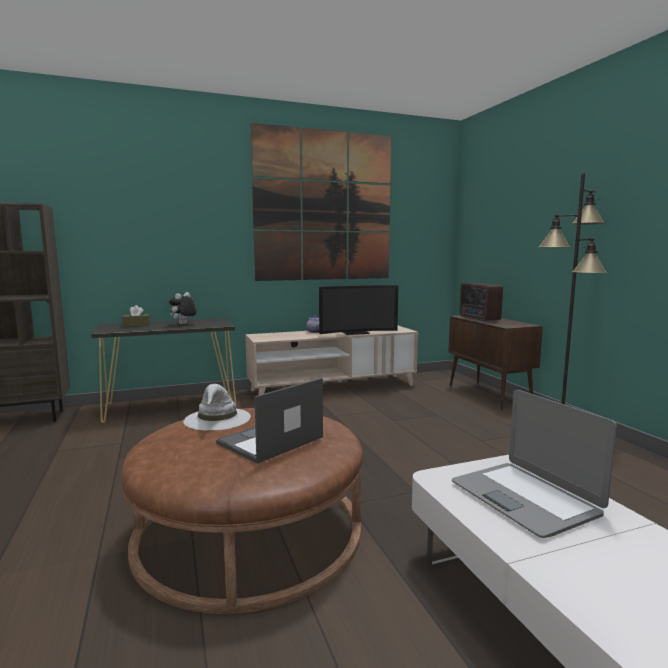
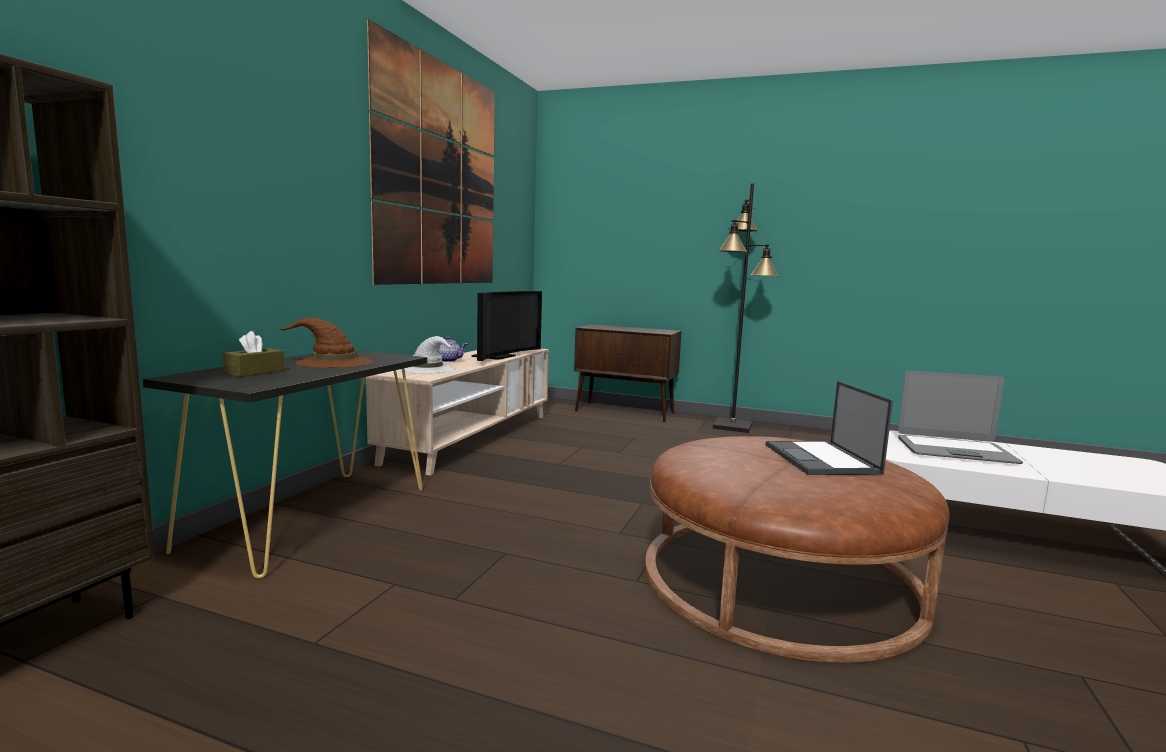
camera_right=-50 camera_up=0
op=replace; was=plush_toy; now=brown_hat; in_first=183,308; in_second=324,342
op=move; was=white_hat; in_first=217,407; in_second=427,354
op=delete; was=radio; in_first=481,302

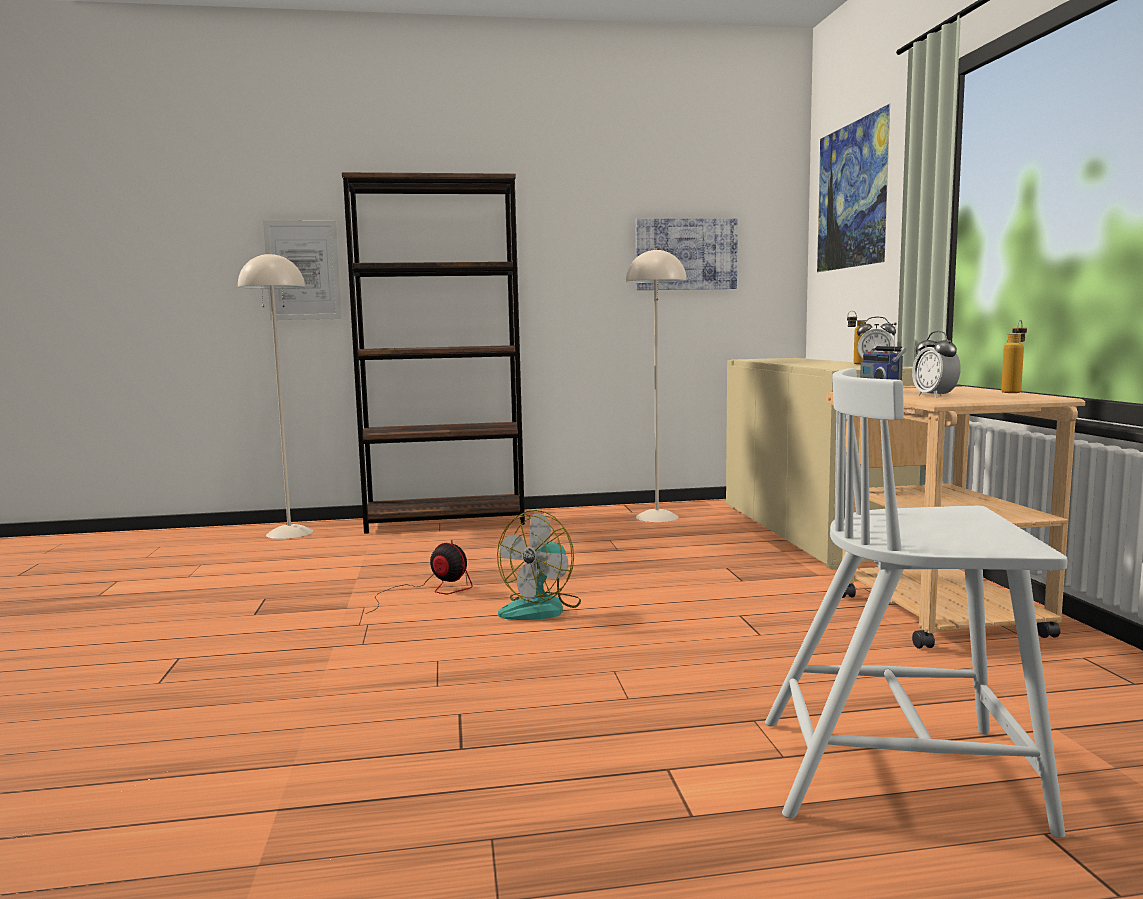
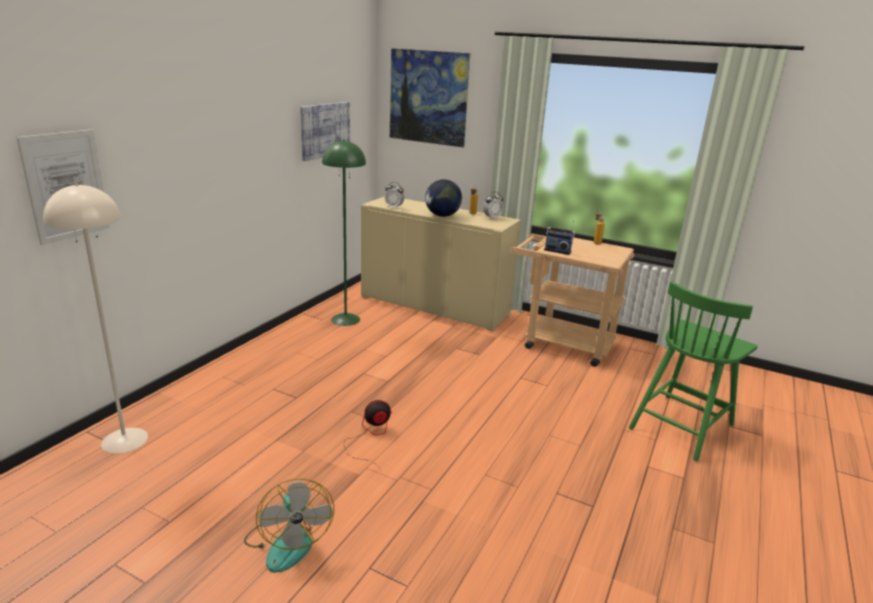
camera_right=-55 camera_up=15
op=move; was=fan; in_first=539,565; in_second=289,526
op=recolor; was=beige_floor_lamp; now=green_floor_lamp; in_first=656,385; in_second=344,233
op=move; was=alarm_clock; in_first=936,364; in_second=394,195
op=insert; now=globe; in_second=443,198
op=recolor; was=white_chair; now=green_chair; in_first=916,603; in_second=693,371
op=delete; was=brown_bookcase; in_first=433,353

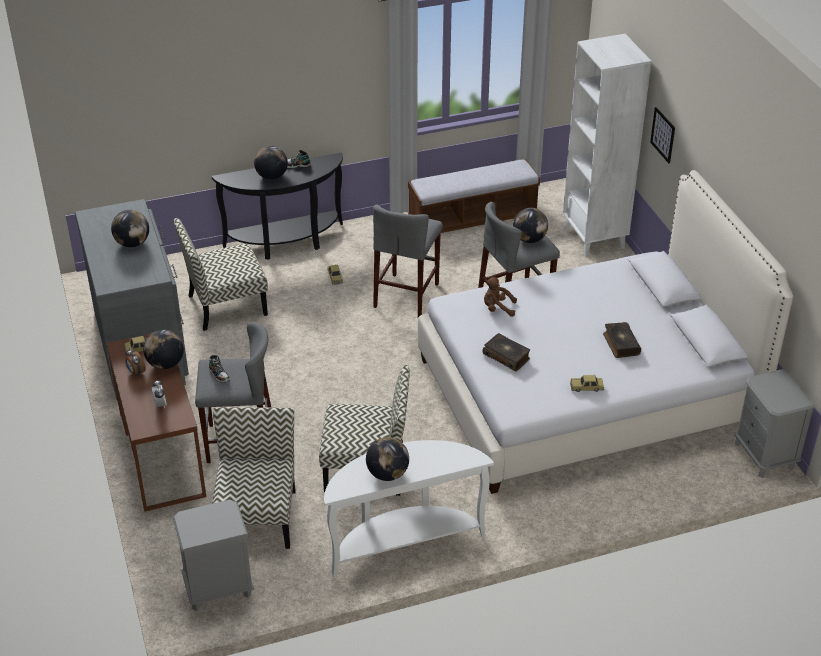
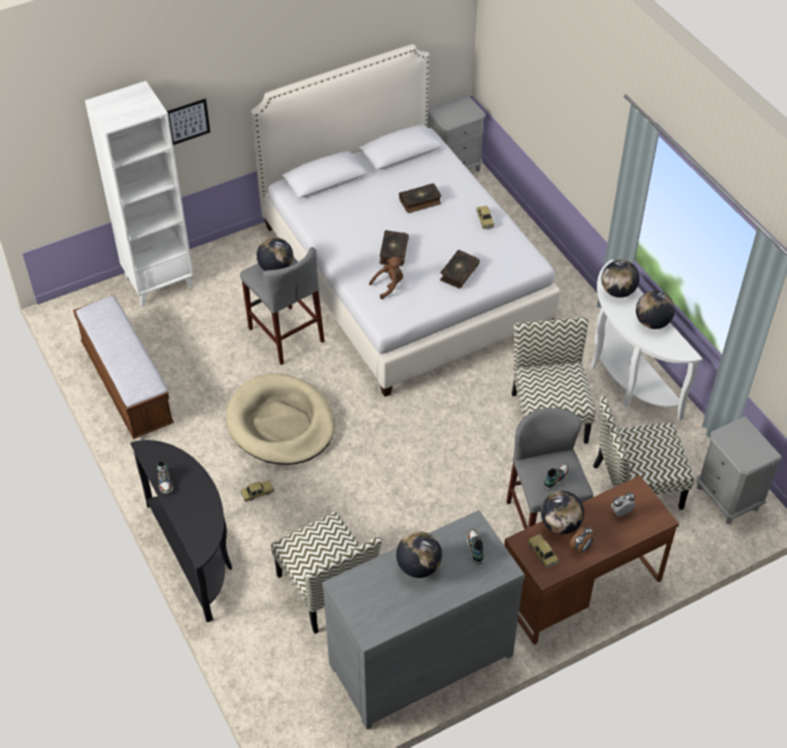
camera_right=-100 camera_up=10
op=replace; was=grey_stool; now=beige_dog_bed; in_first=408,261; in_second=280,419
op=rotate; was=brown_plush_toy; in_first=500,297; in_second=386,278; clockwise=-120
op=insert; now=book; in_second=394,248
op=insert; now=shoe; in_second=475,546
op=move; was=globe; in_first=271,163; in_second=620,279

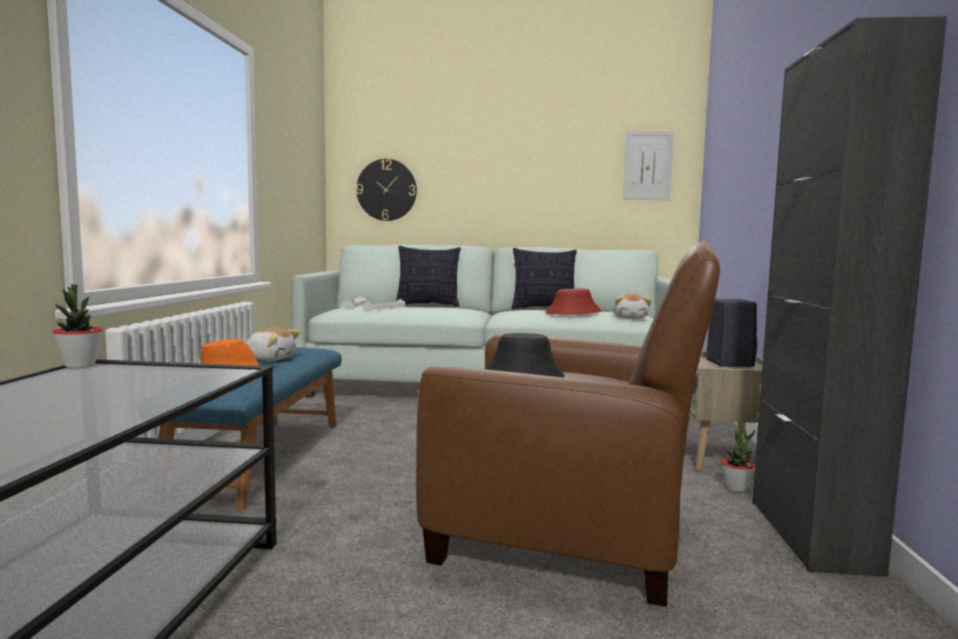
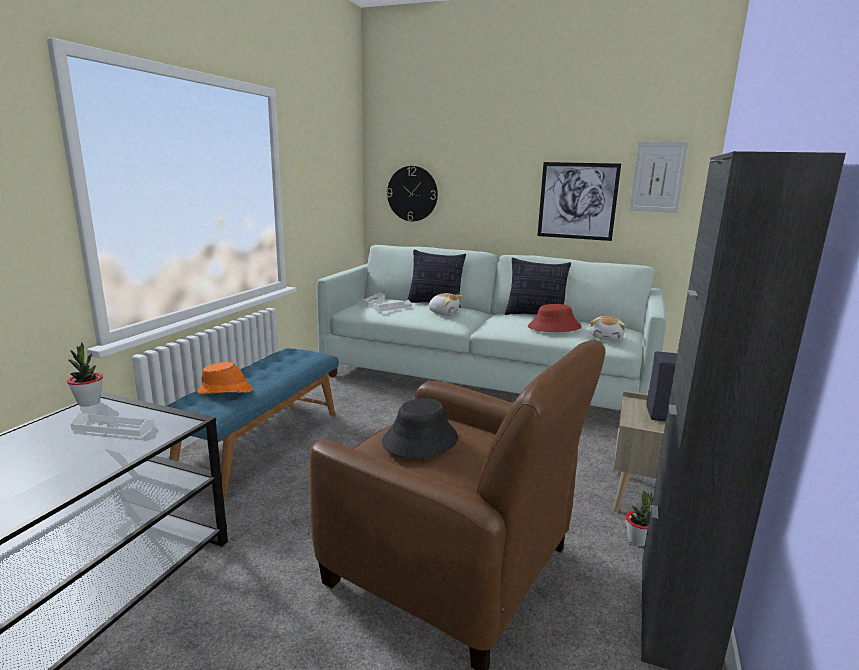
camera_right=15 camera_up=10
op=insert; now=white_tray; in_second=112,425
op=move; was=plush_toy; in_first=273,344; in_second=445,304
op=insert; now=picture; in_second=579,201

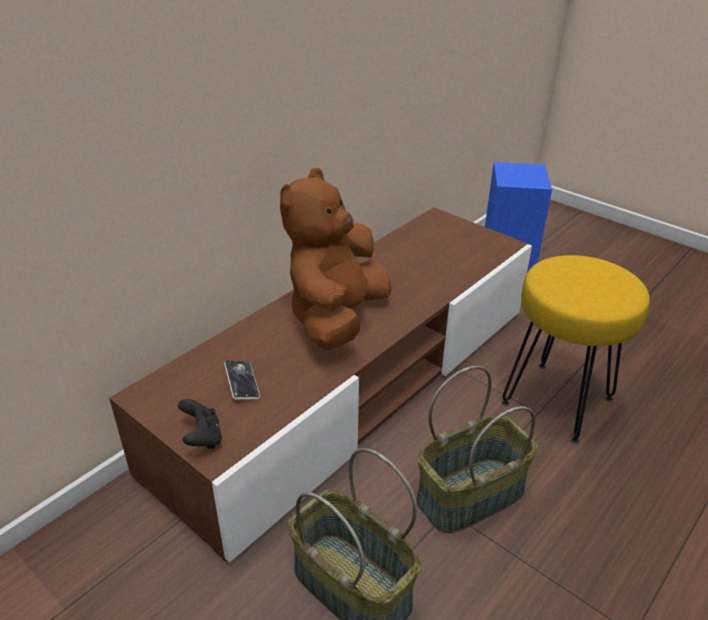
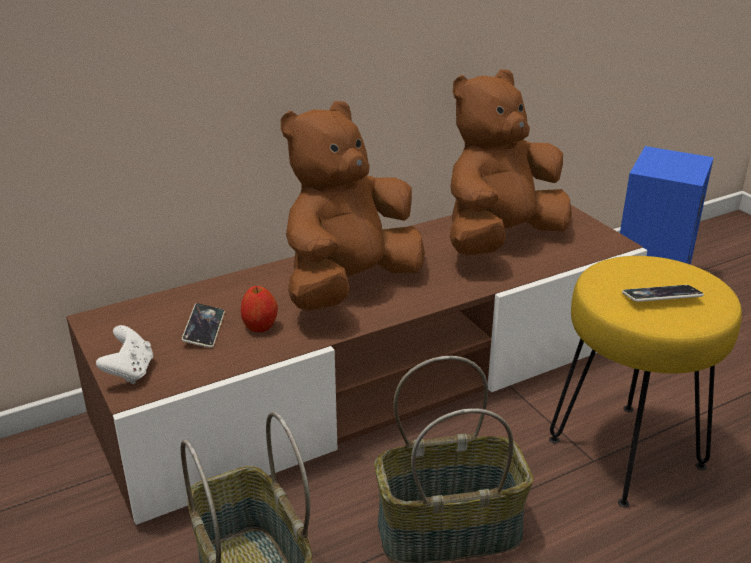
camera_right=20 camera_up=-5
op=recolor; was=black_game_controller; now=white_game_controller; in_first=200,424; in_second=124,354
op=insert; now=apple; in_second=259,309
op=insert; now=brown_plush_toy; in_second=511,162
op=insert; now=phone; in_second=663,293

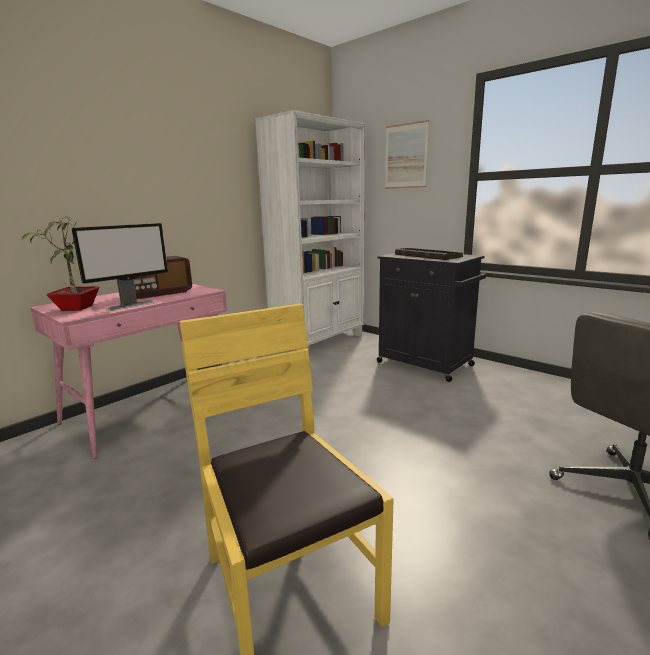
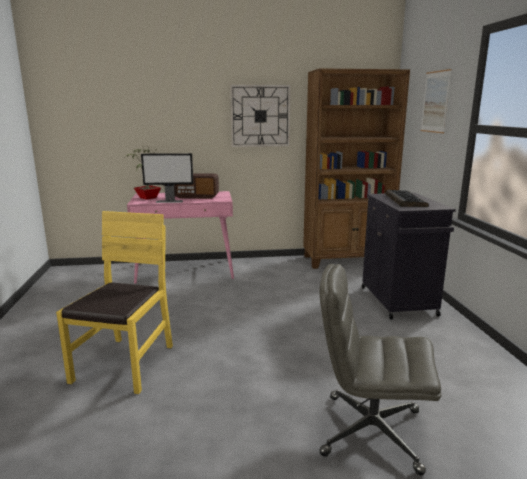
camera_right=40 camera_up=0
op=insert; now=wall_clock; in_second=260,116
op=recolor; was=white_bookcase; now=brown_bookcase; in_first=310,230; in_second=356,168

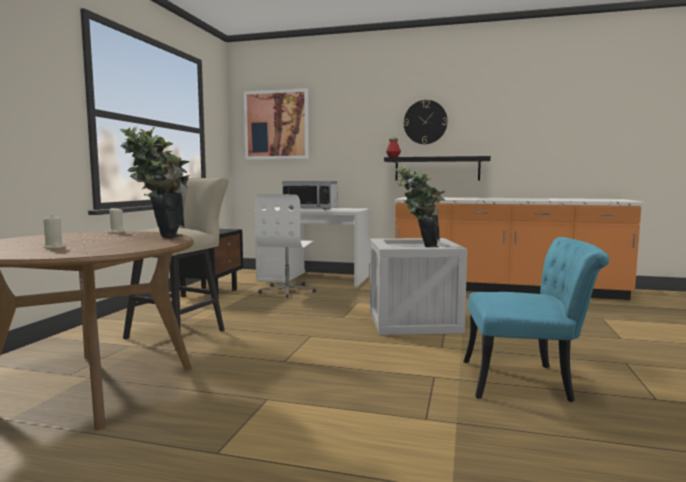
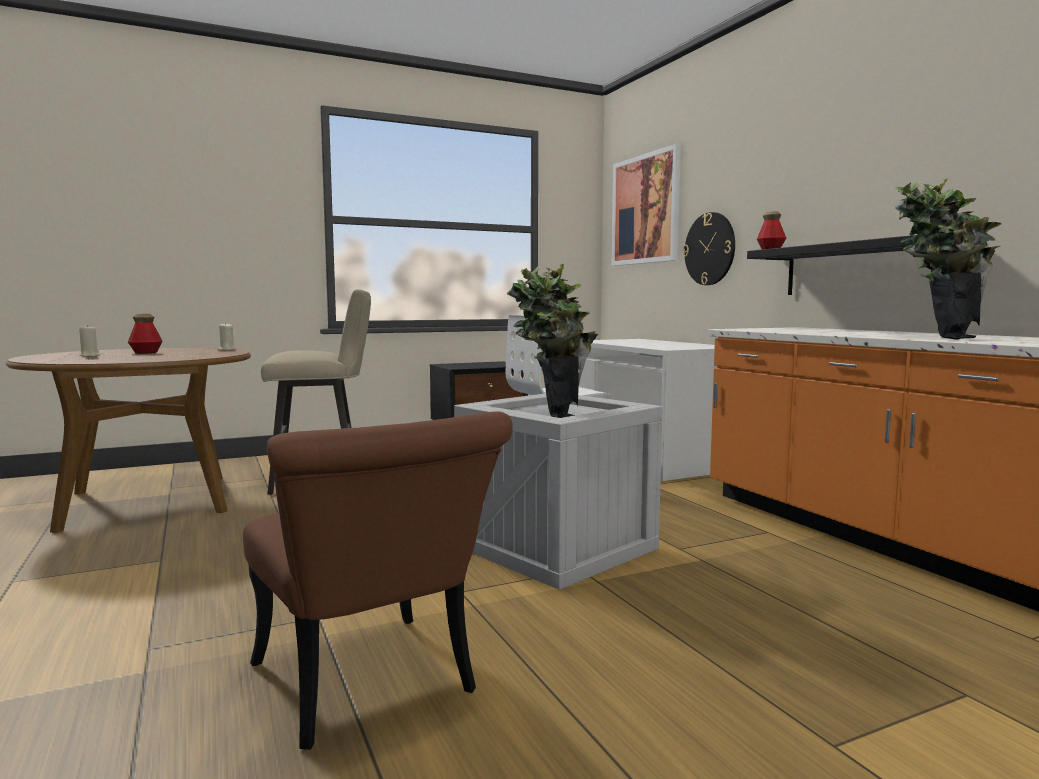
camera_right=50 camera_up=0
op=insert; now=bottle; in_second=145,334
op=recolor; was=turquoise_chair; now=brown_chair; in_first=536,319; in_second=378,580
op=move; was=wall_clock; in_first=426,122; in_second=709,248
op=move; was=potted_plant; in_first=155,183; in_second=948,259
op=delete; was=microwave; in_first=309,195

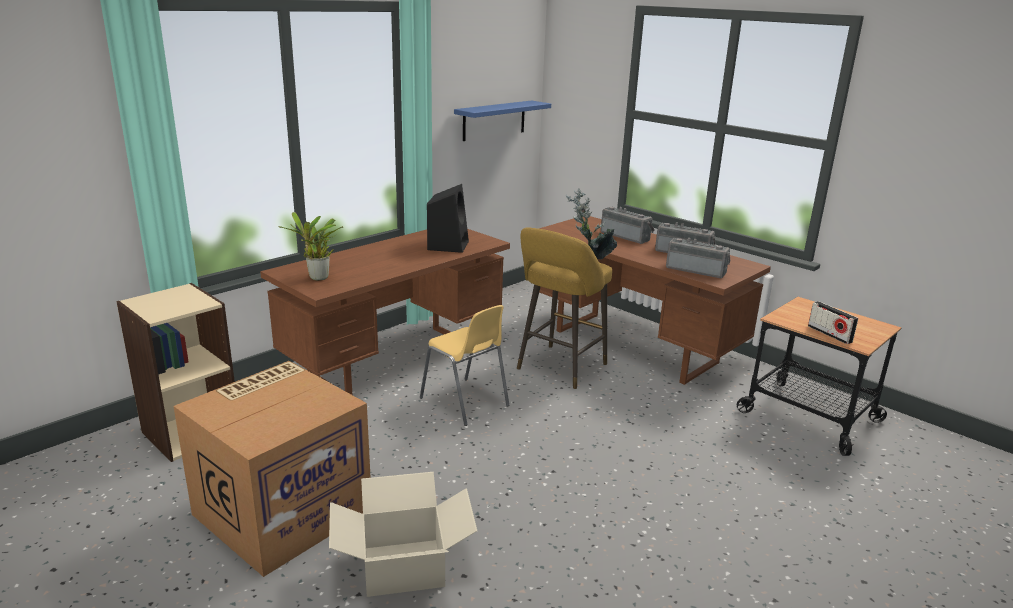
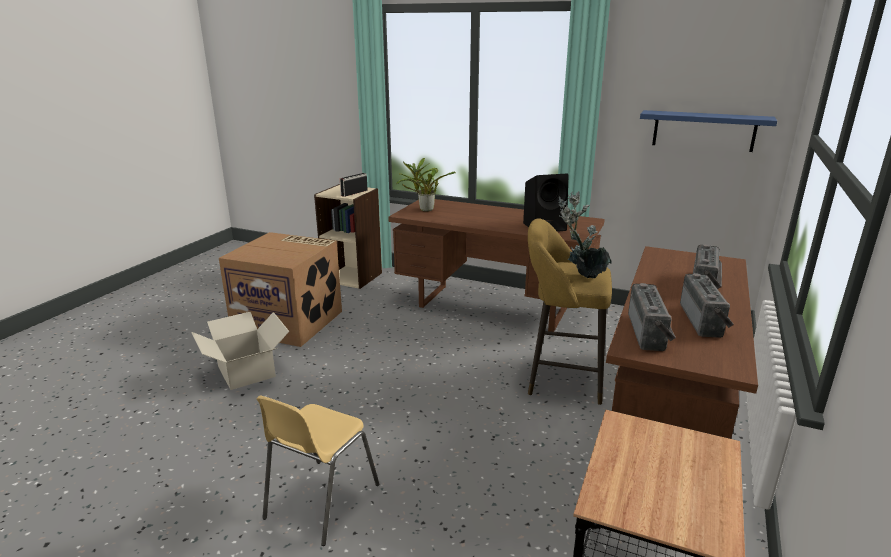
camera_right=70 camera_up=0
op=move; was=yellow_chair; in_first=465,365; in_second=317,470
op=move; was=radio; in_first=833,322; in_second=354,185

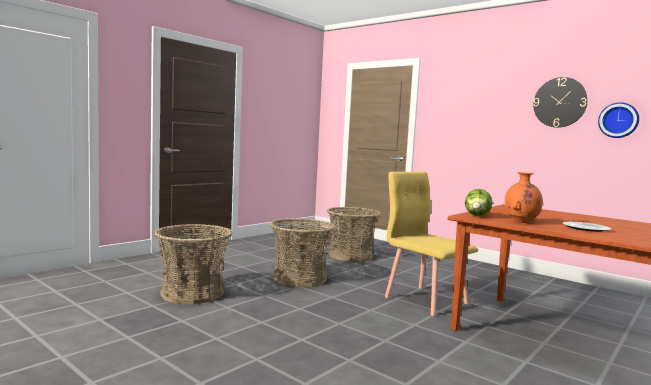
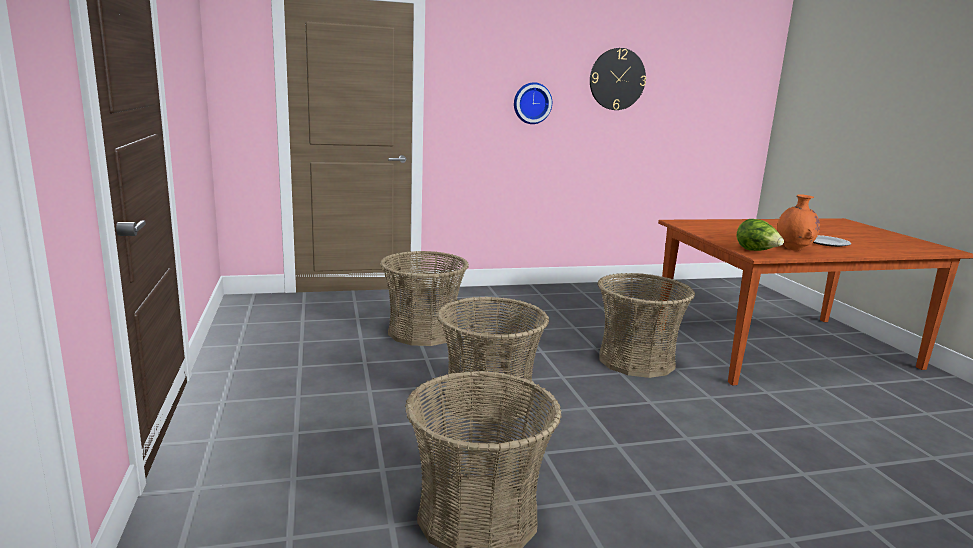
camera_right=-55 camera_up=10
op=move; was=wall_clock; in_first=618,120; in_second=533,103
op=replace; was=yellow_chair; now=basket; in_first=431,243; in_second=646,325

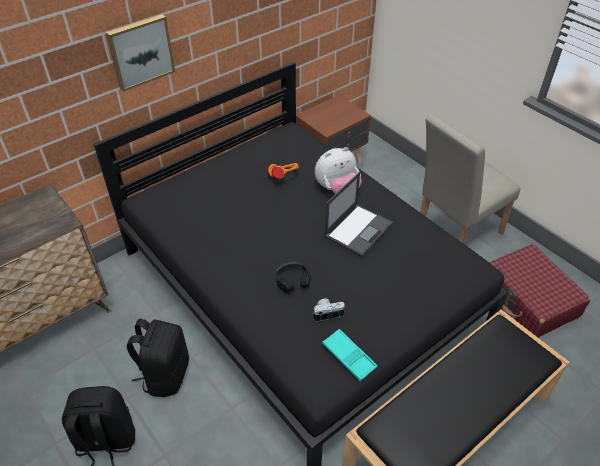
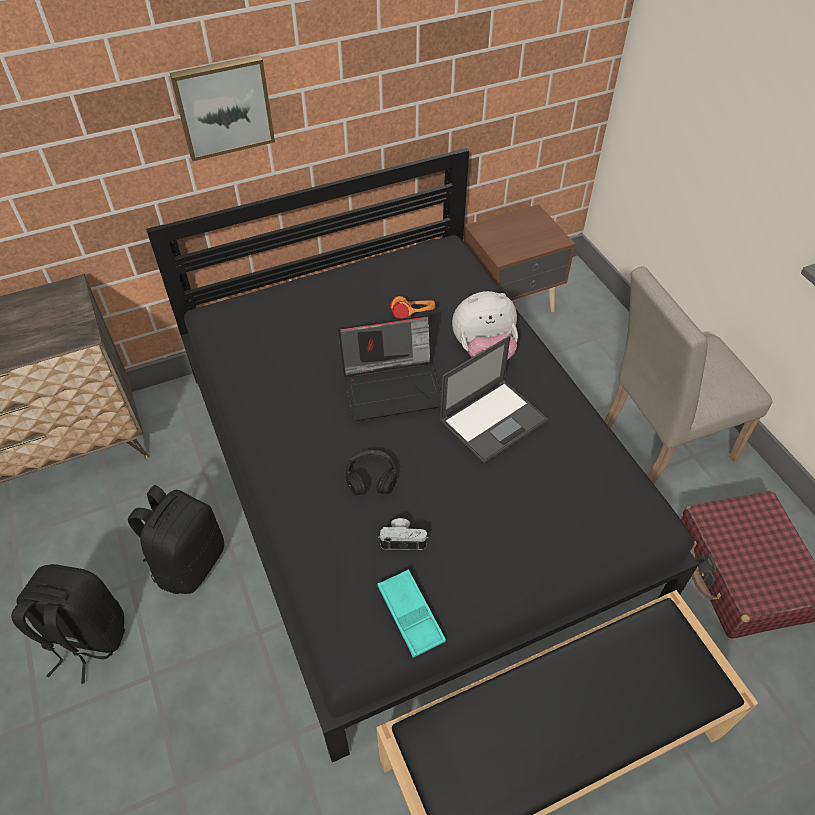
camera_right=15 camera_up=5
op=insert; now=laptop; in_second=389,367

